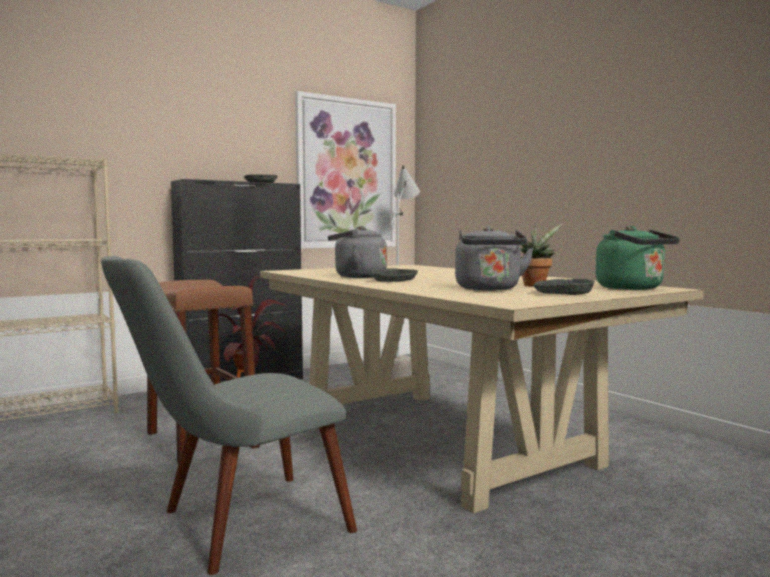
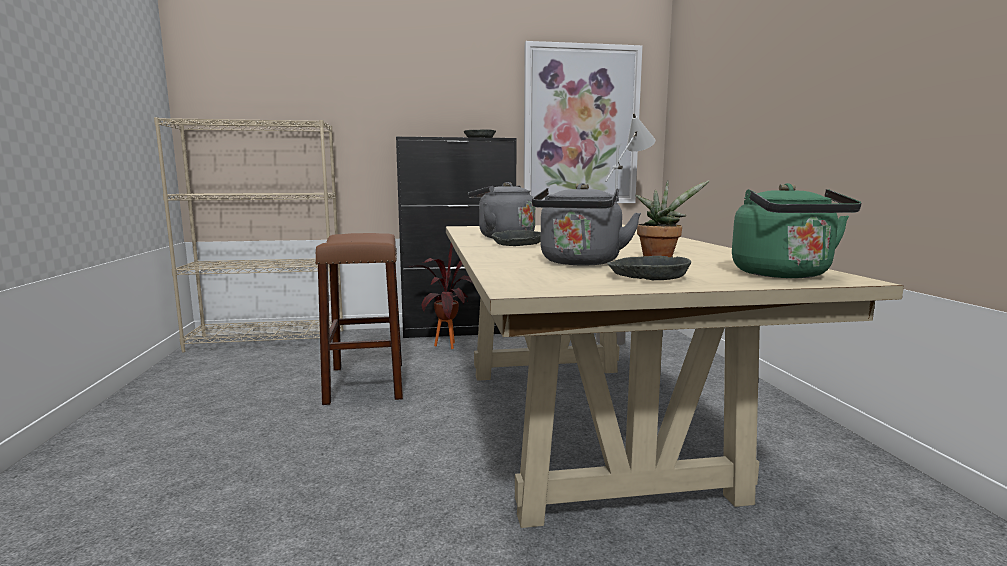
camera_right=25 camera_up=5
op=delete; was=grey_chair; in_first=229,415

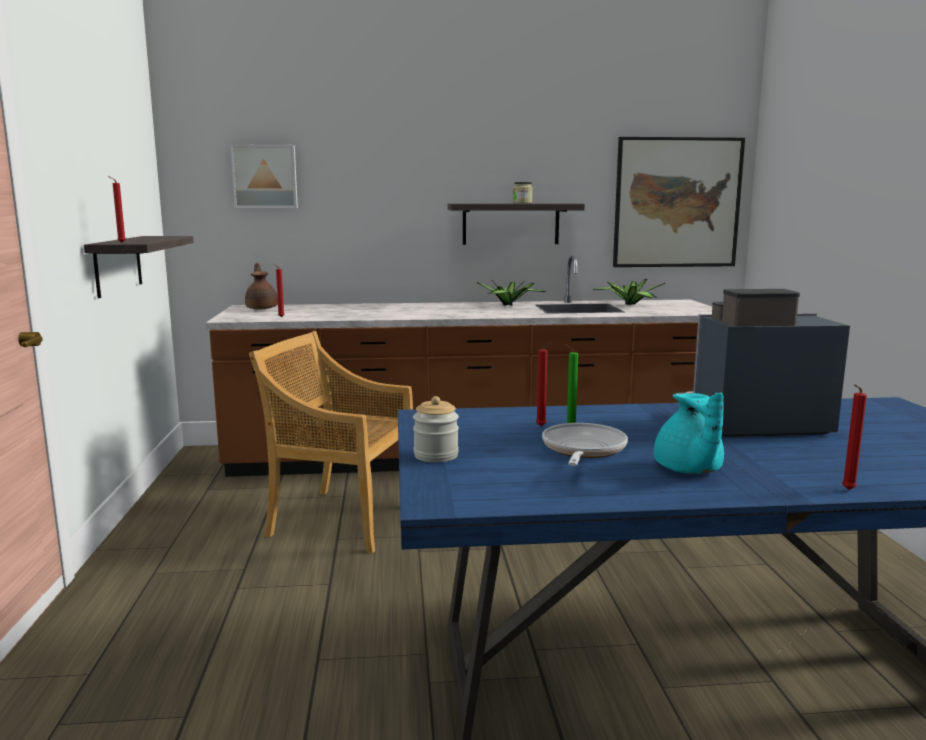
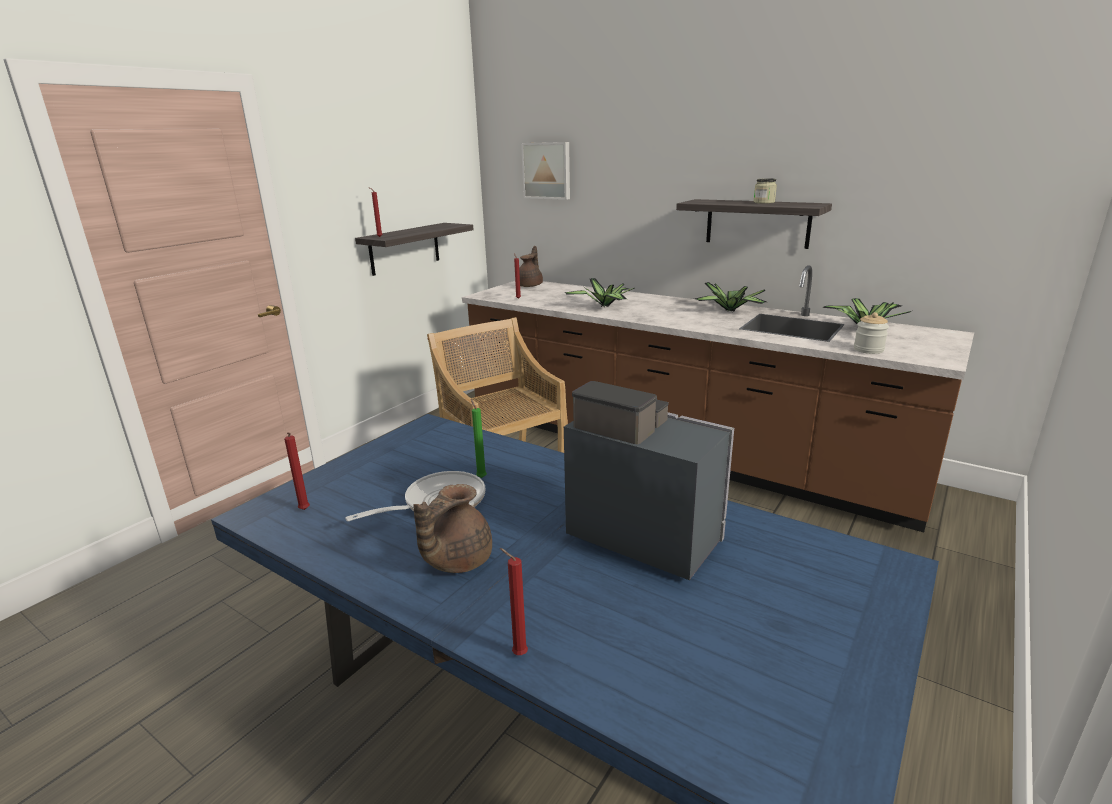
camera_right=40 camera_up=10
op=move; was=red_candle; in_first=544,384; in_second=297,471
op=recolor; was=turquoise_teapot; now=brown_teapot; in_first=689,433; in_second=452,528
op=insert; now=potted_plant; in_second=599,292
op=move; was=jar; in_first=436,429; in_second=871,333
op=delete; was=picture; in_first=679,202

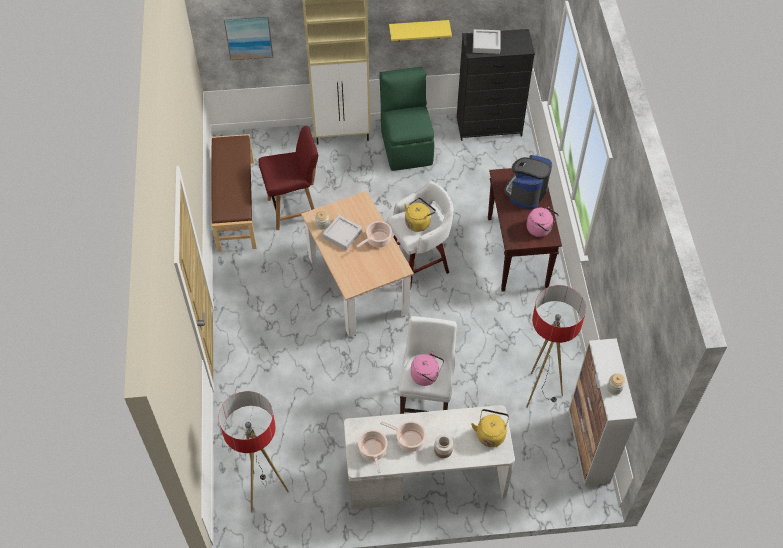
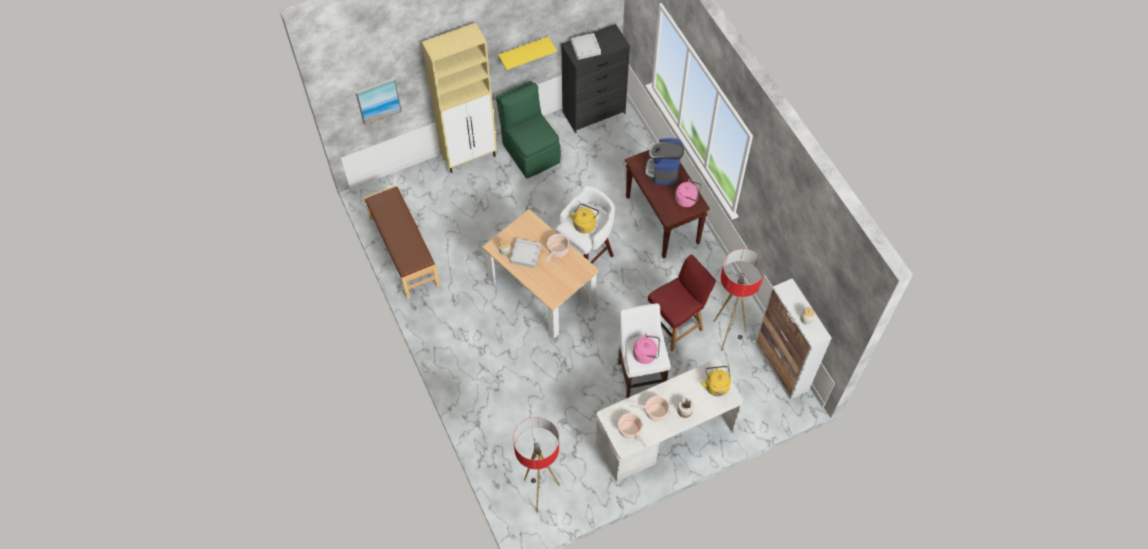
camera_right=-20 camera_up=5
op=move; was=red_chair; in_first=288,178; in_second=682,302

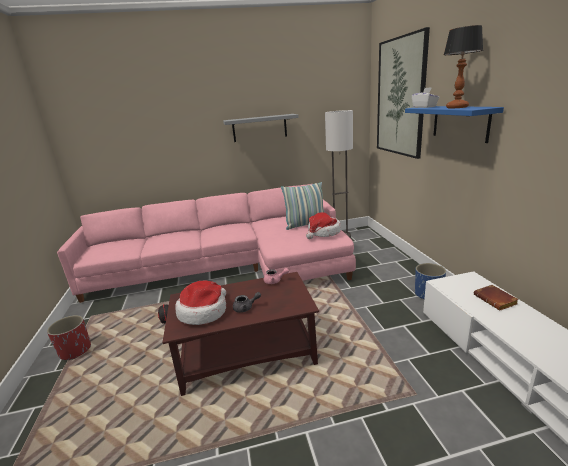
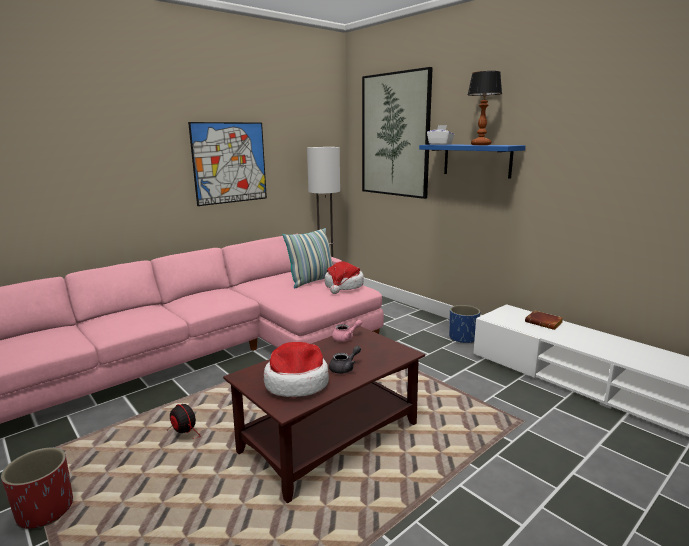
camera_right=-30 camera_up=-5
op=replace; was=grey_shelf; now=picture; in_first=261,128; in_second=227,164

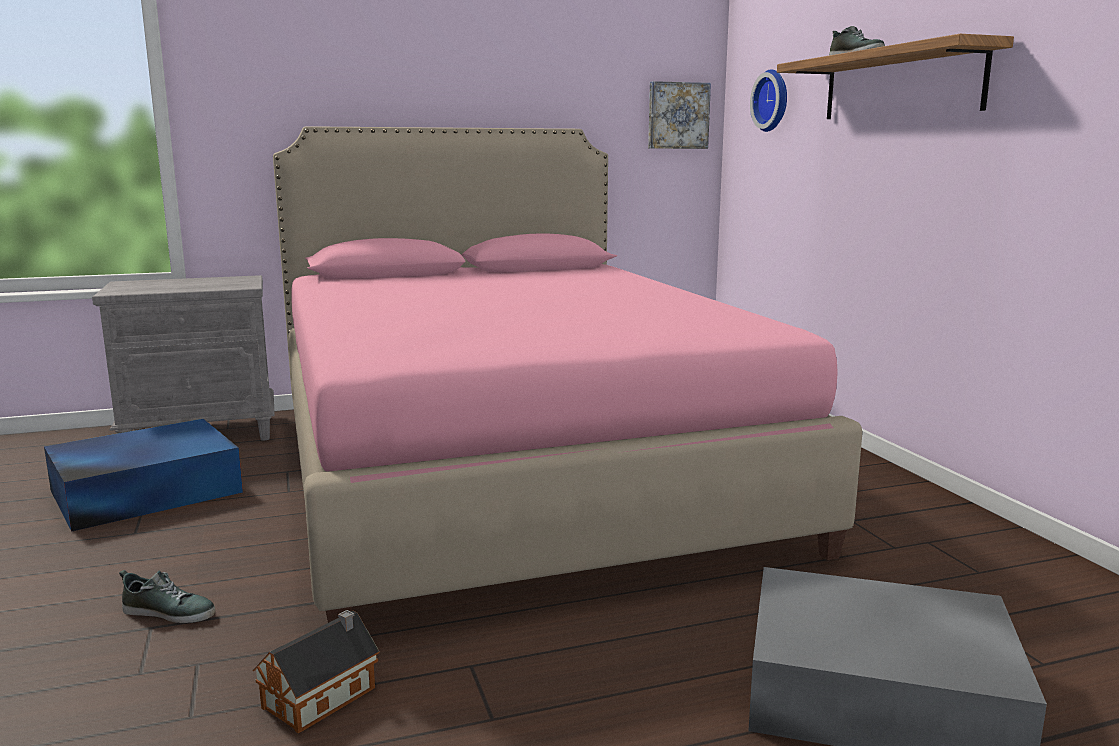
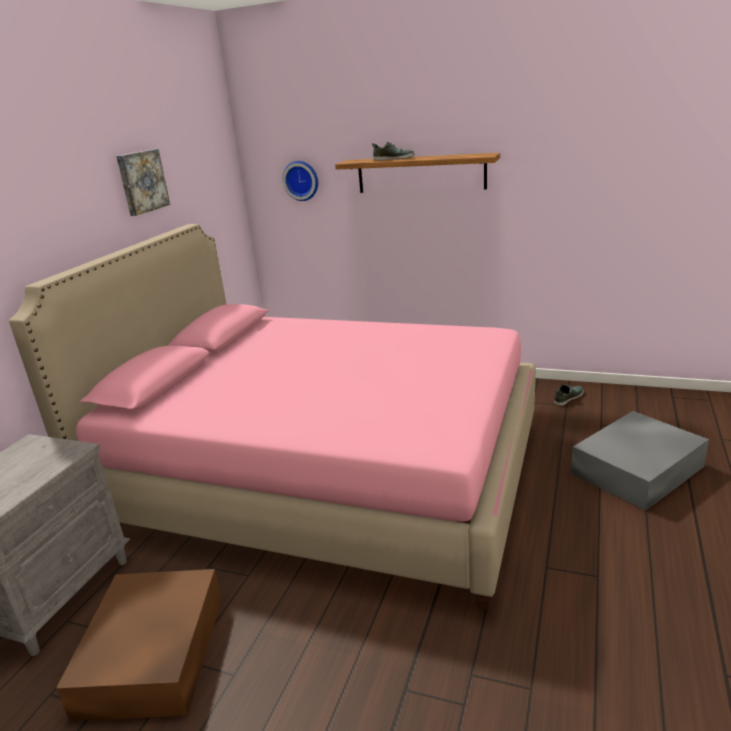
camera_right=-50 camera_up=10
op=recolor; was=blue_storage_box; now=brown_storage_box; in_first=143,475; in_second=139,645
op=move; was=picture; in_first=679,115; in_second=143,182
op=move; was=shoe; in_first=167,596; in_second=569,395
op=delete; was=toy_house; in_first=316,671

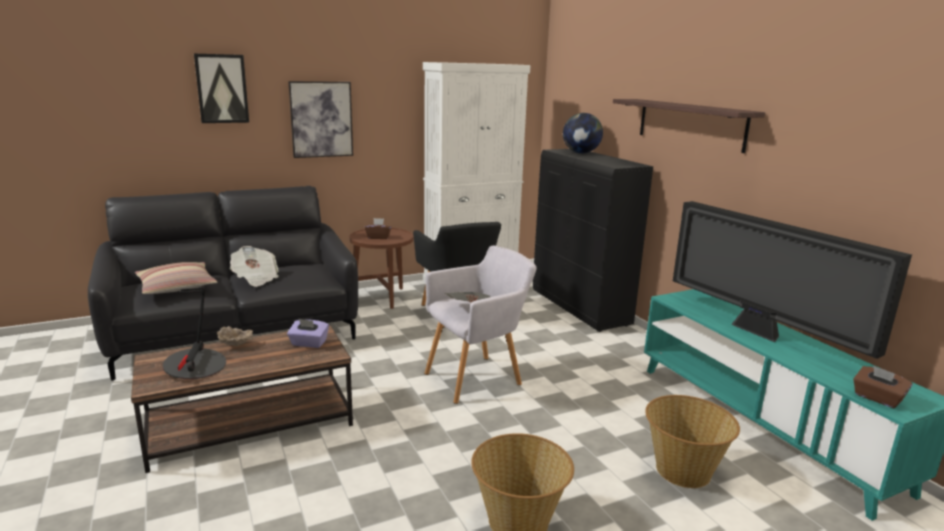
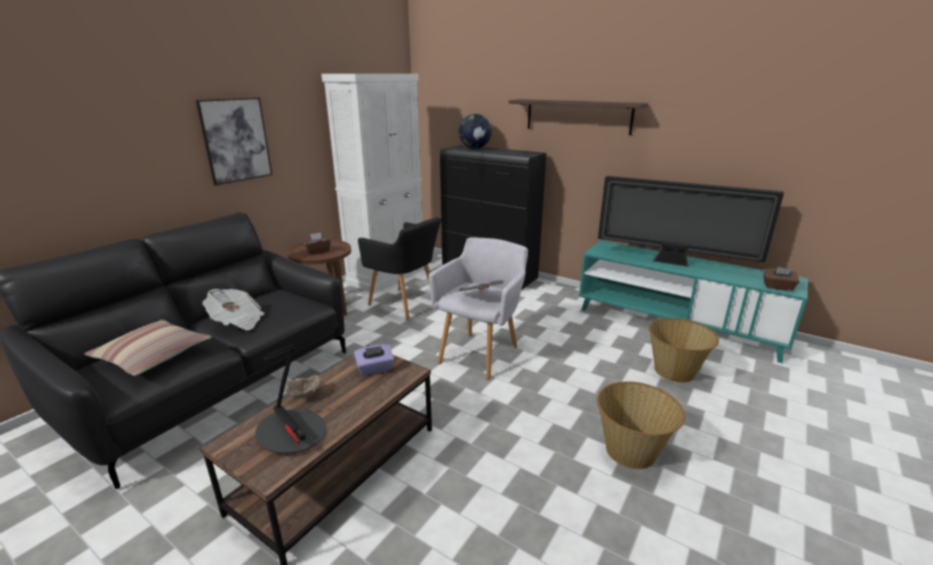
camera_right=-30 camera_up=5
op=delete; was=picture; in_first=221,88

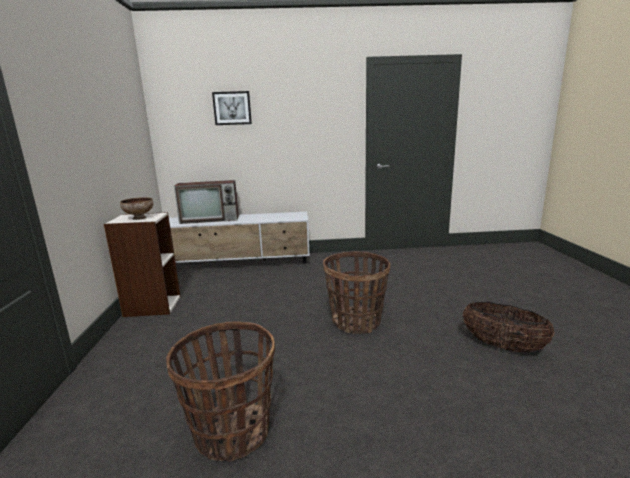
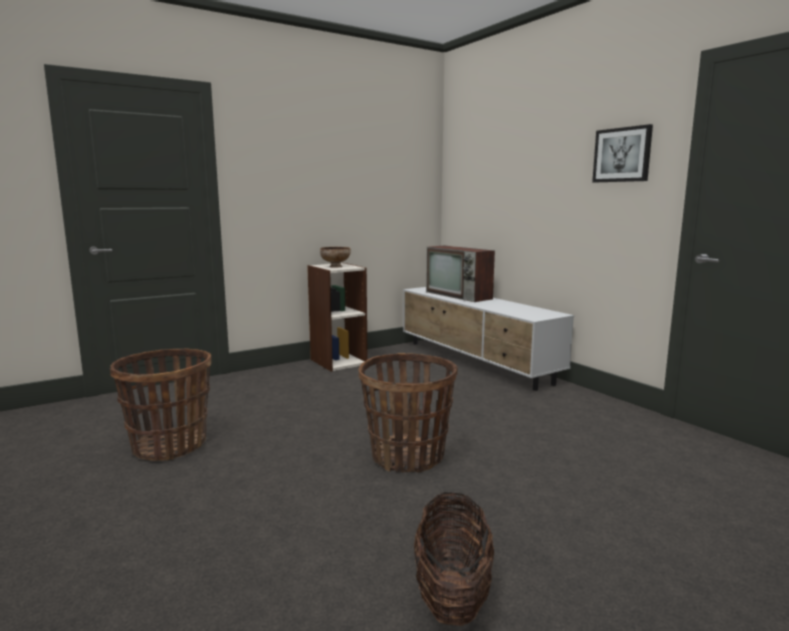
camera_right=60 camera_up=-5
op=move; was=picture; in_first=232,108; in_second=622,153

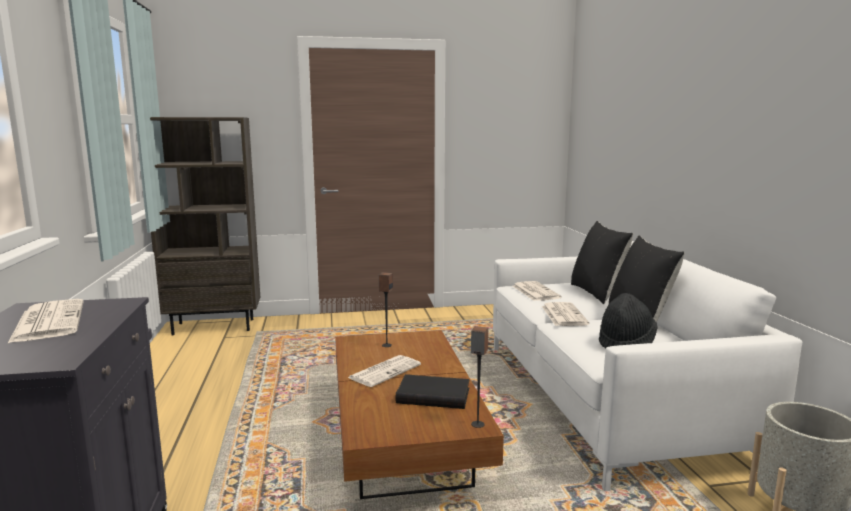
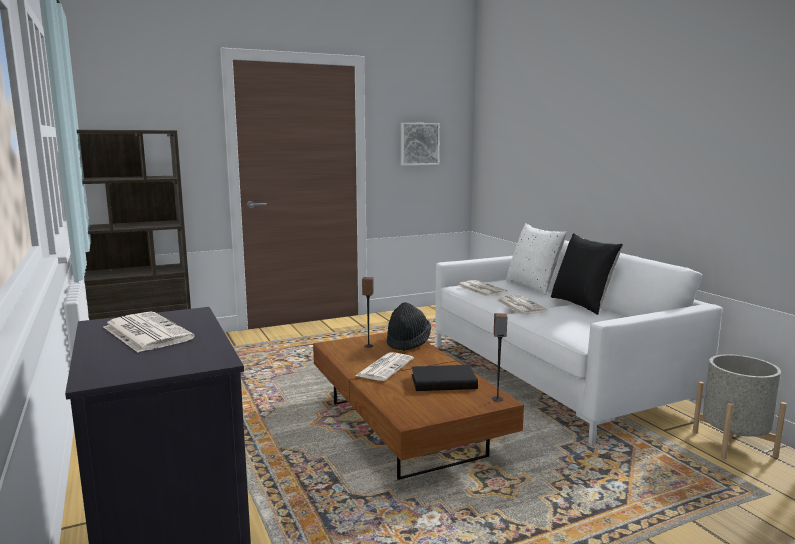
camera_right=-15 camera_up=0
op=move; was=black_hat; in_first=628,320; in_second=409,326
op=insert; now=picture; in_second=420,144
op=recolor; was=black_pillow; now=white_pillow; in_first=602,262; in_second=536,259

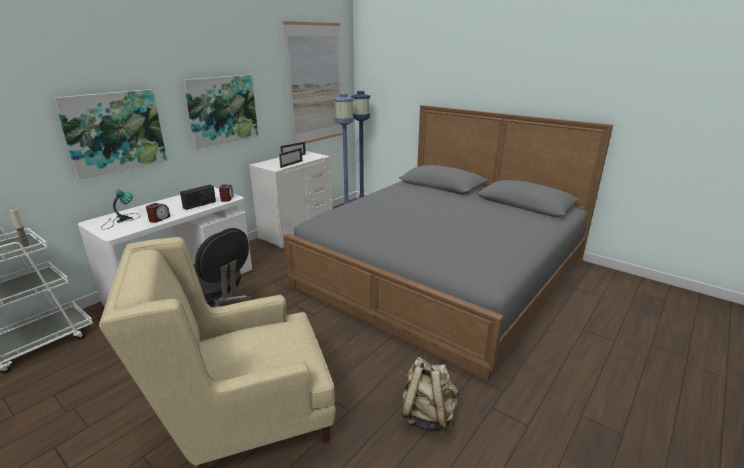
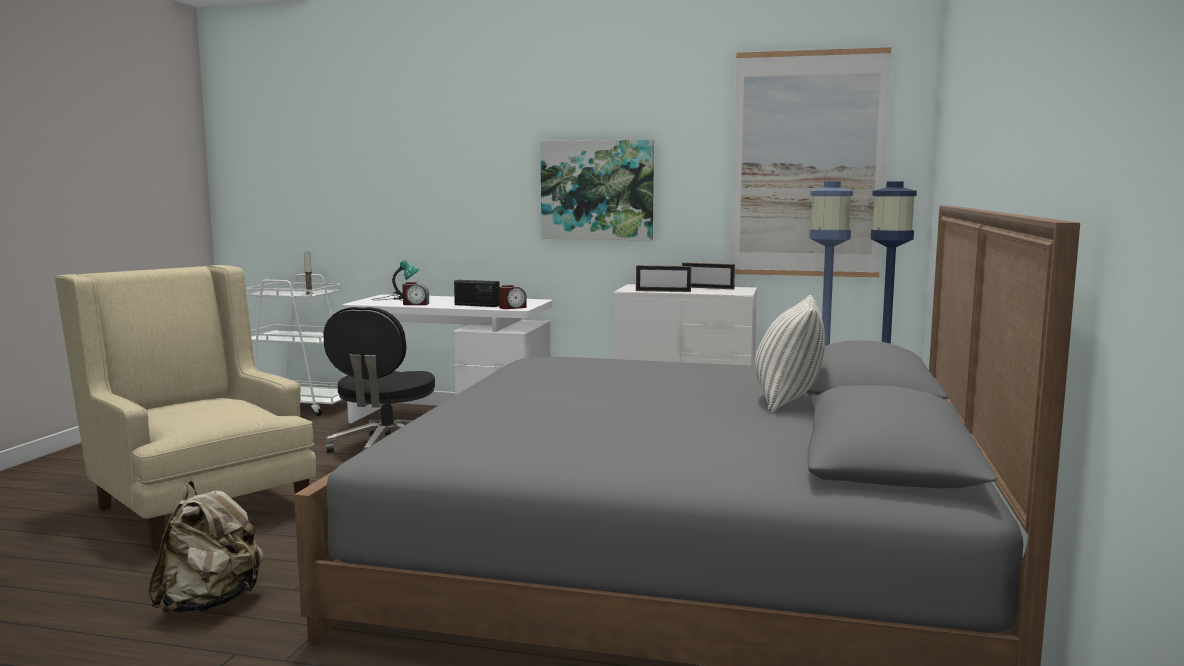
camera_right=65 camera_up=-15
op=insert; now=pillow; in_second=790,354
op=delete; was=picture; in_first=110,134

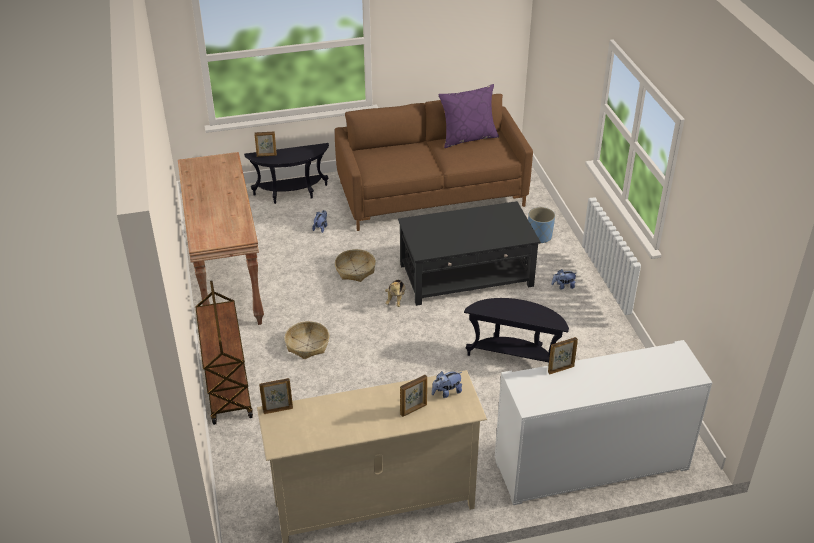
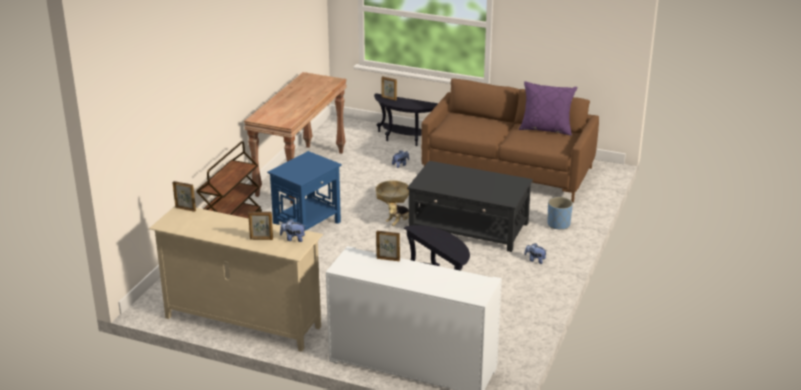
camera_right=35 camera_up=-10
op=replace; was=basket; now=blue_side_table; in_first=306,340; in_second=304,191

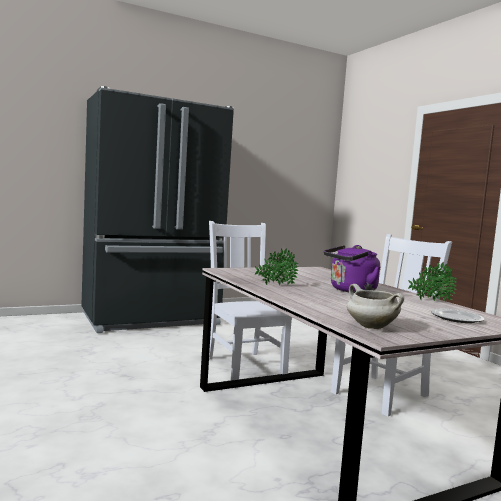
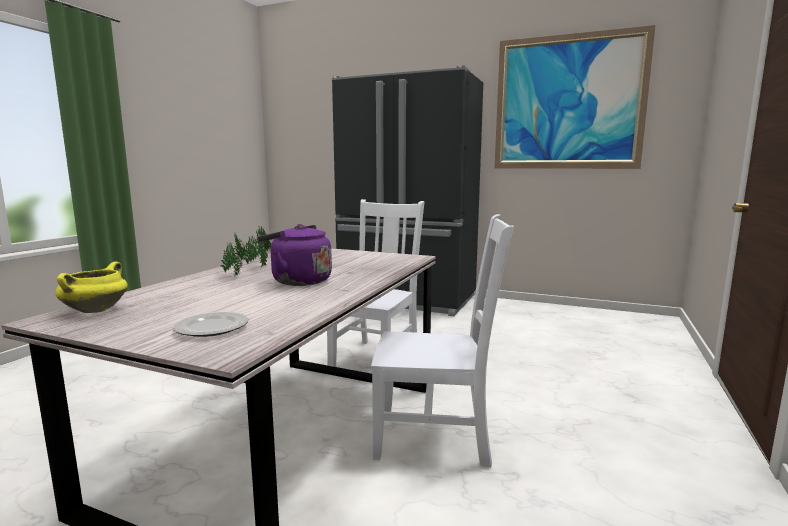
camera_right=50 camera_up=5
op=recolor; was=white_cooking_pot; now=yellow_cooking_pot; in_first=375,306; in_second=91,287
op=move; was=potted_plant; in_first=432,282; in_second=233,254
op=insert; now=picture; in_second=575,97

